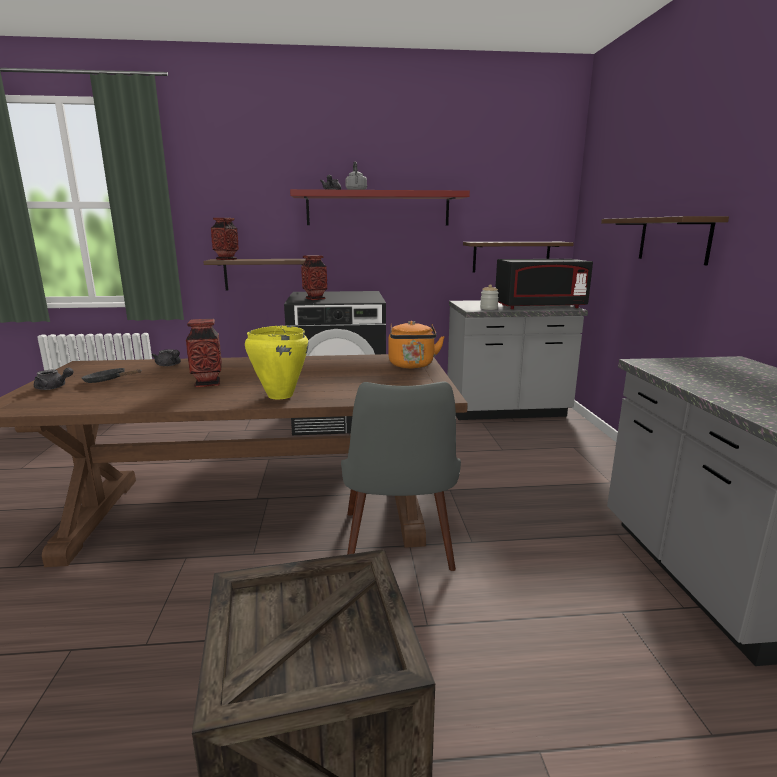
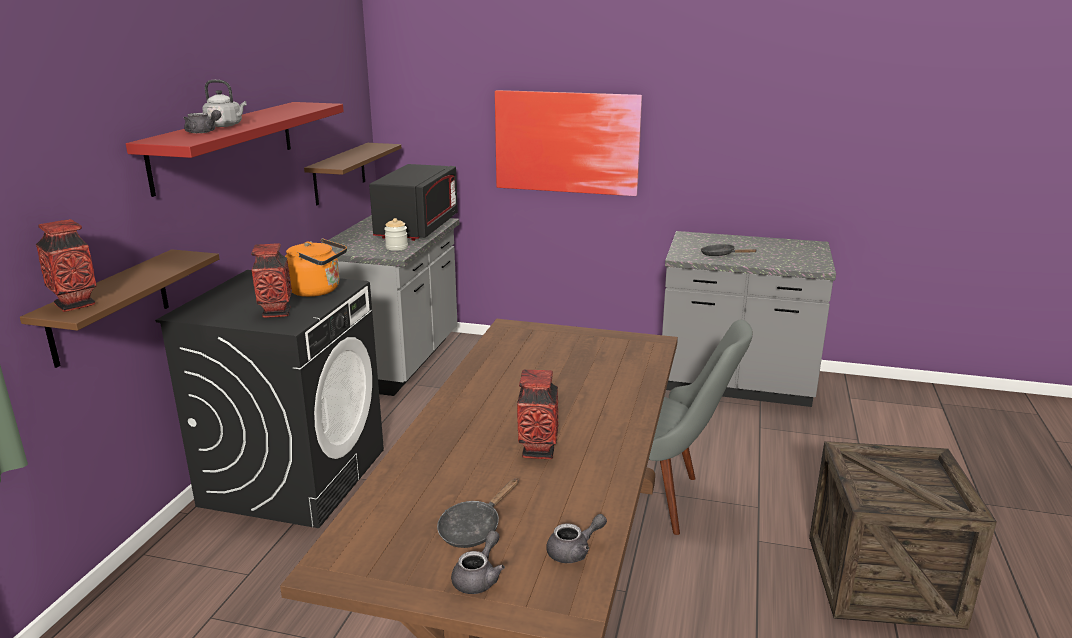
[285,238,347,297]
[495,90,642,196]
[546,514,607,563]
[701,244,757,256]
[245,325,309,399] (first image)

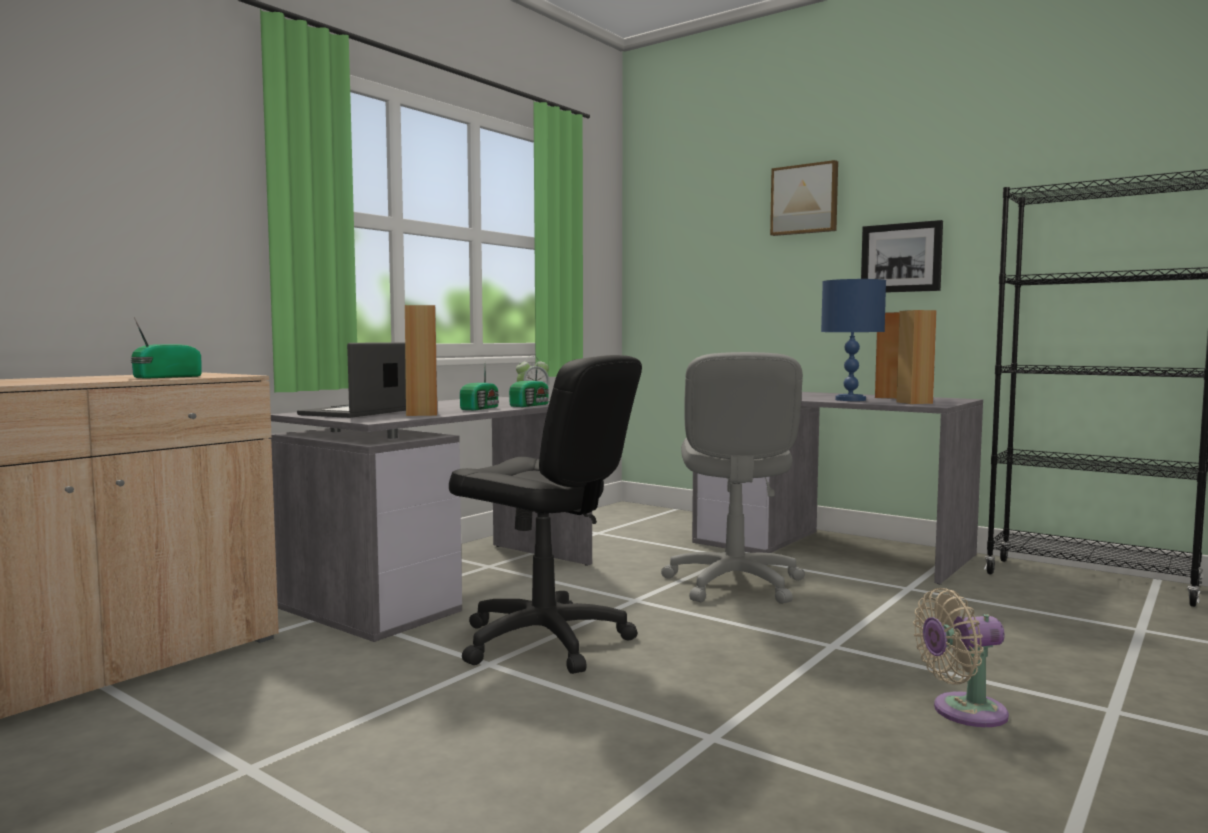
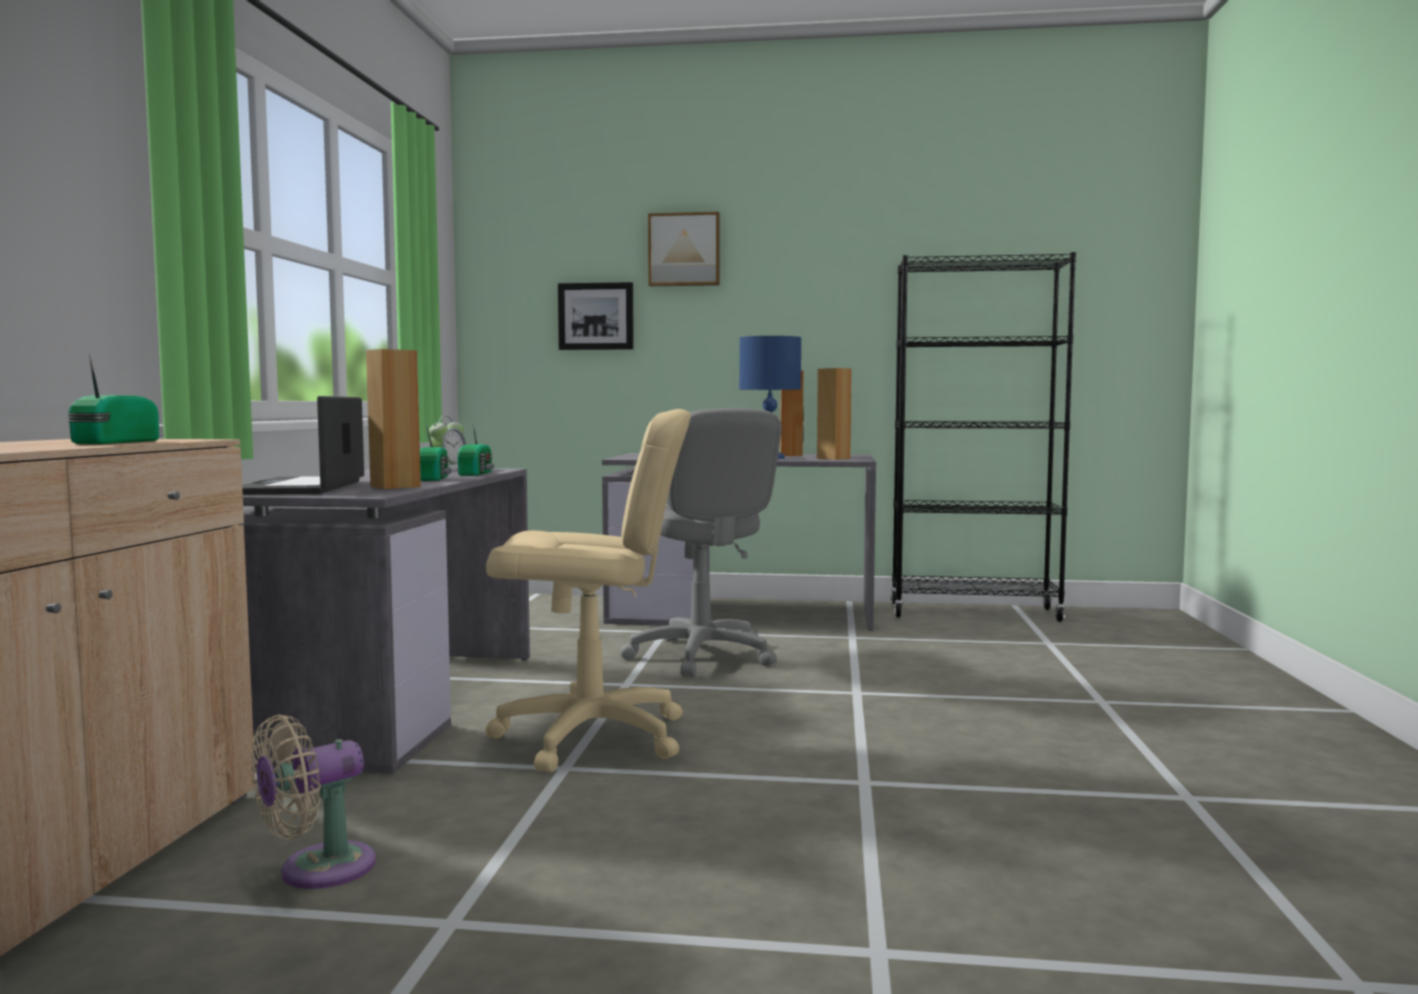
[251,715,376,889]
[485,409,691,772]
[558,282,634,350]

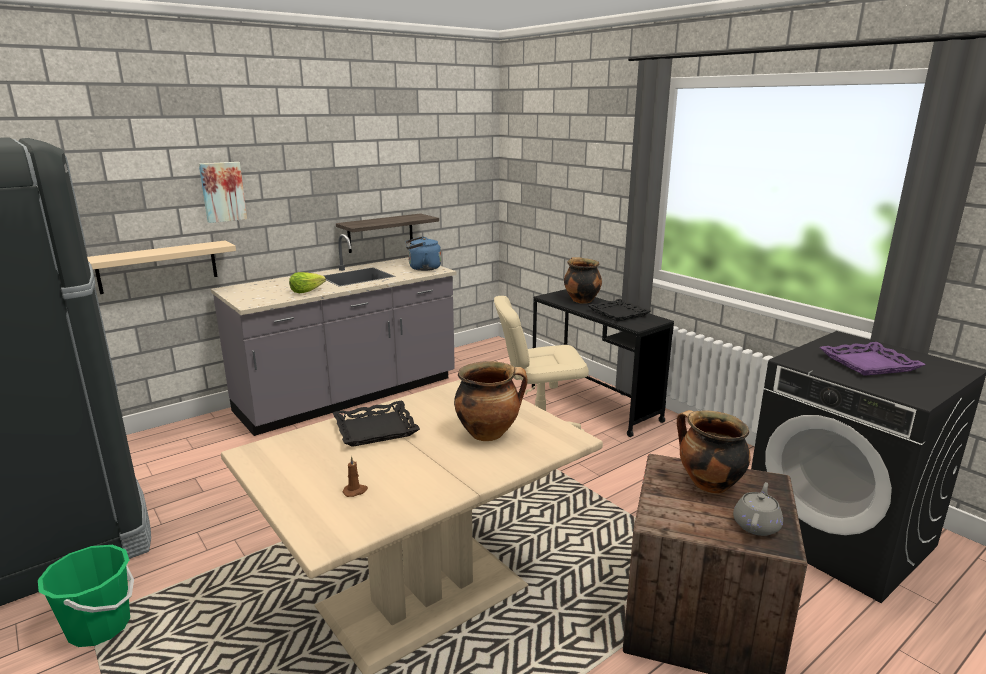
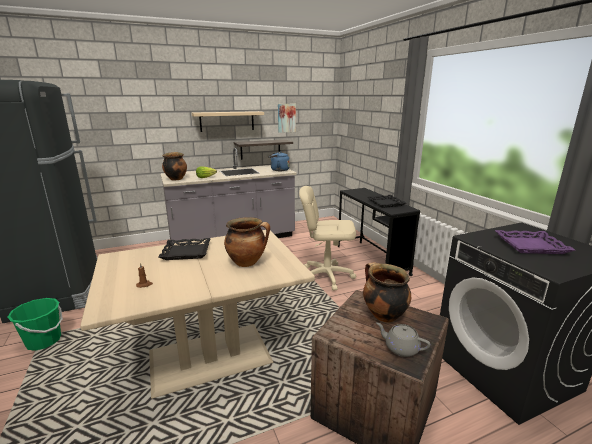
[162,152,187,181]
[192,111,264,132]
[278,104,296,133]
[376,322,430,357]

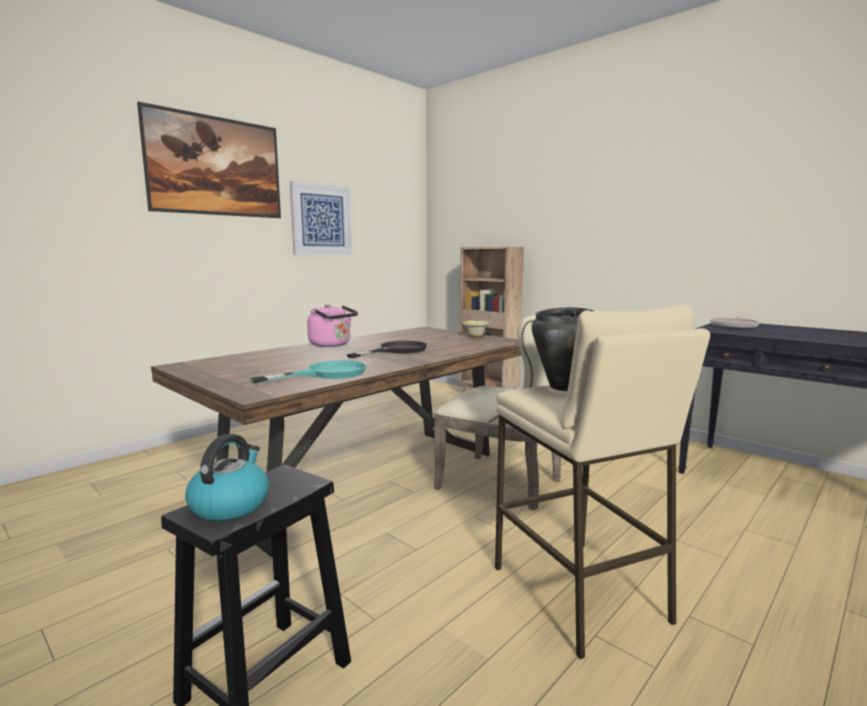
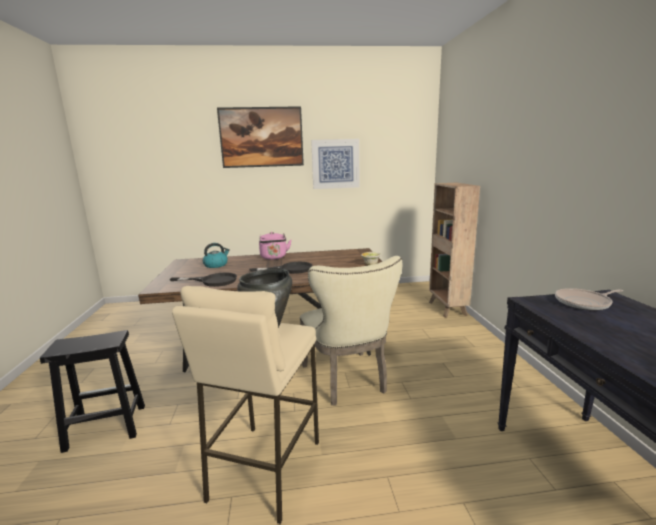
[170,273,237,287]
[203,243,230,268]

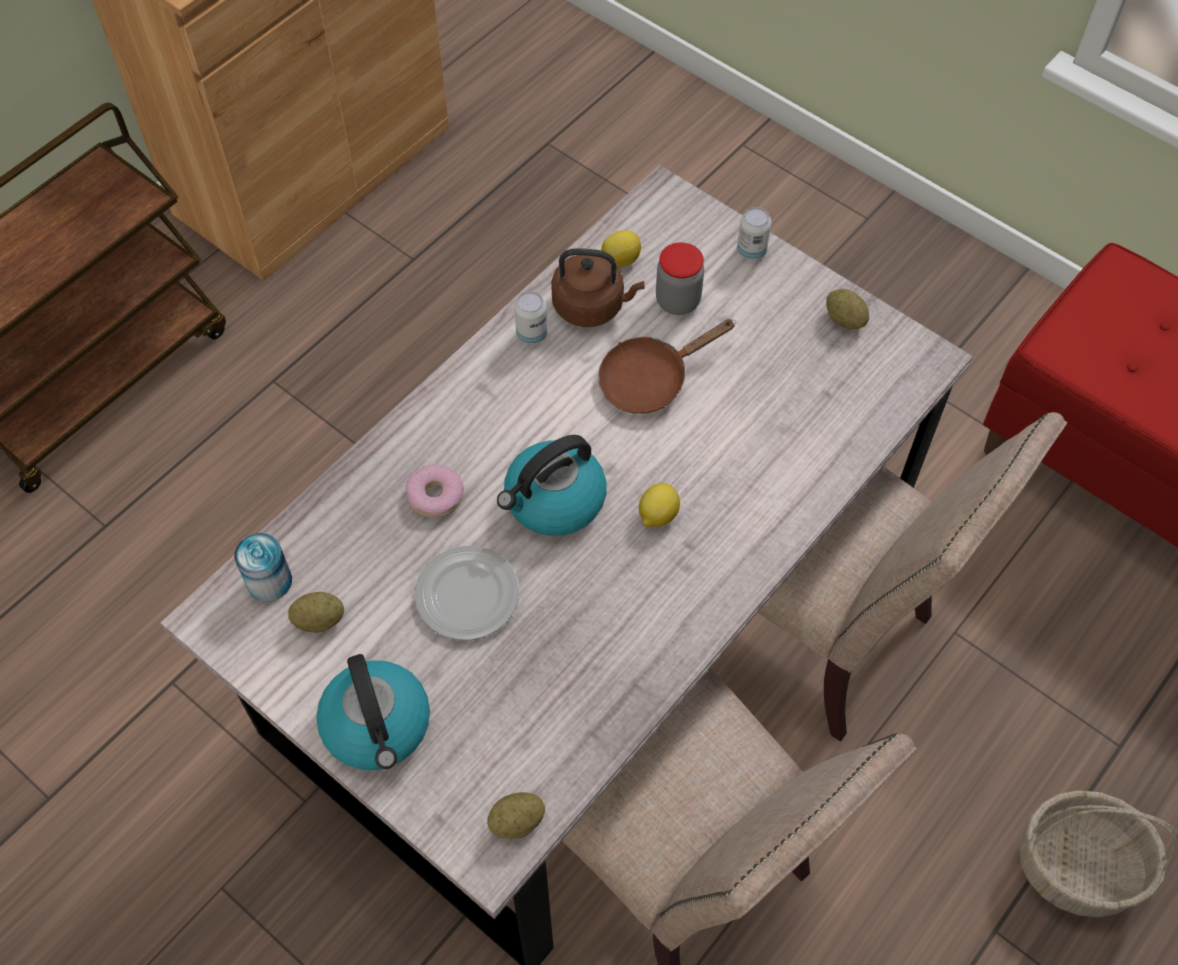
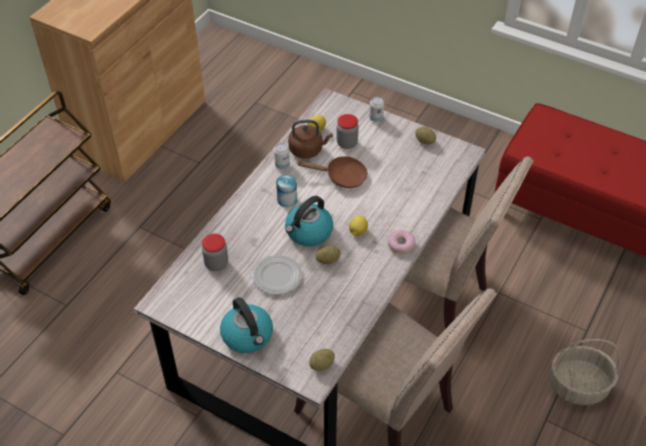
[202,234,228,271]
[276,174,297,207]
[298,156,368,188]
[316,245,341,264]
[388,230,415,254]

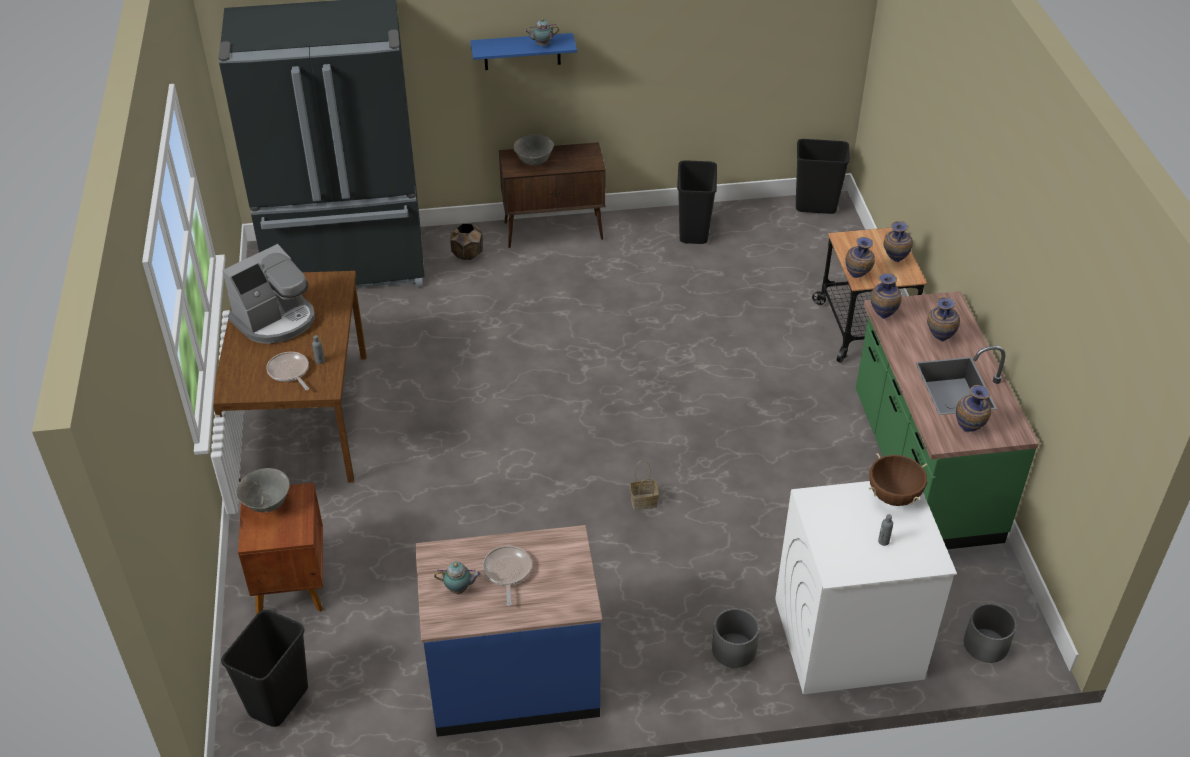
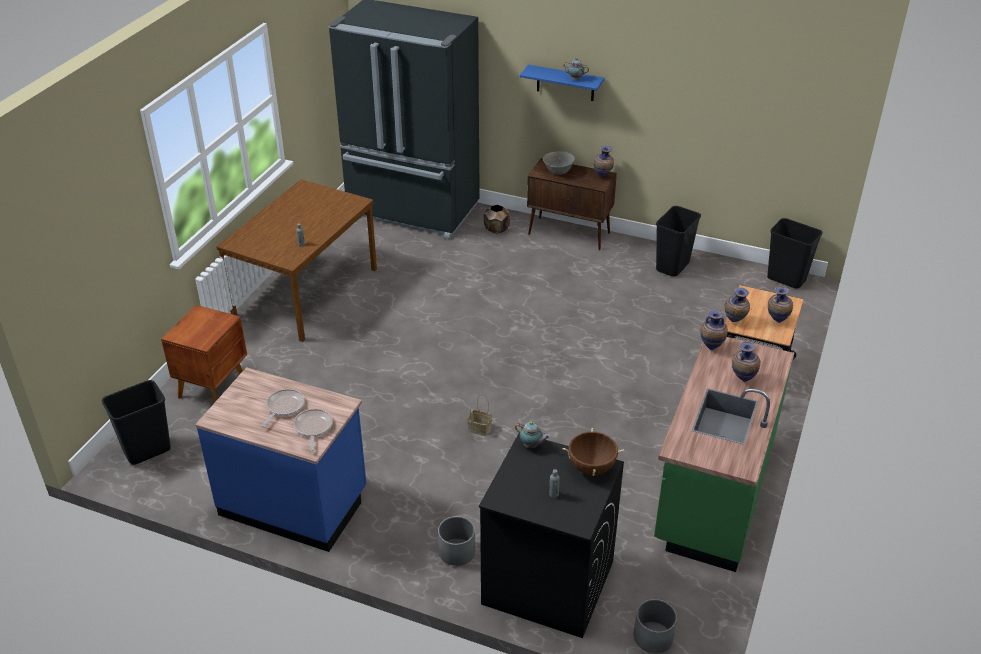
[294,409,333,451]
[479,433,624,638]
[515,421,549,448]
[593,145,614,177]
[222,244,315,344] (first image)
[236,468,290,512] (first image)

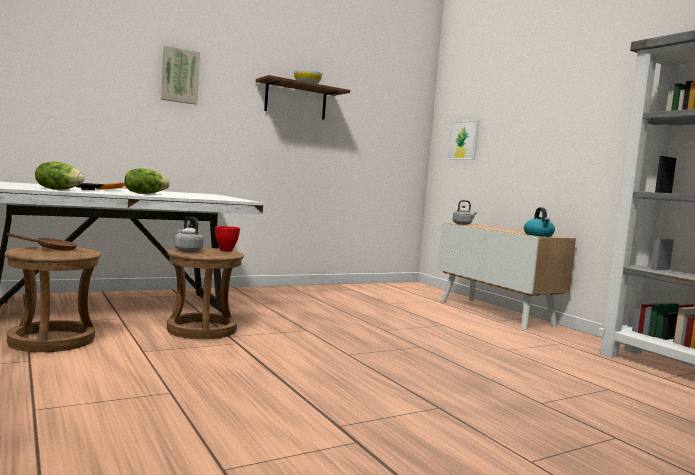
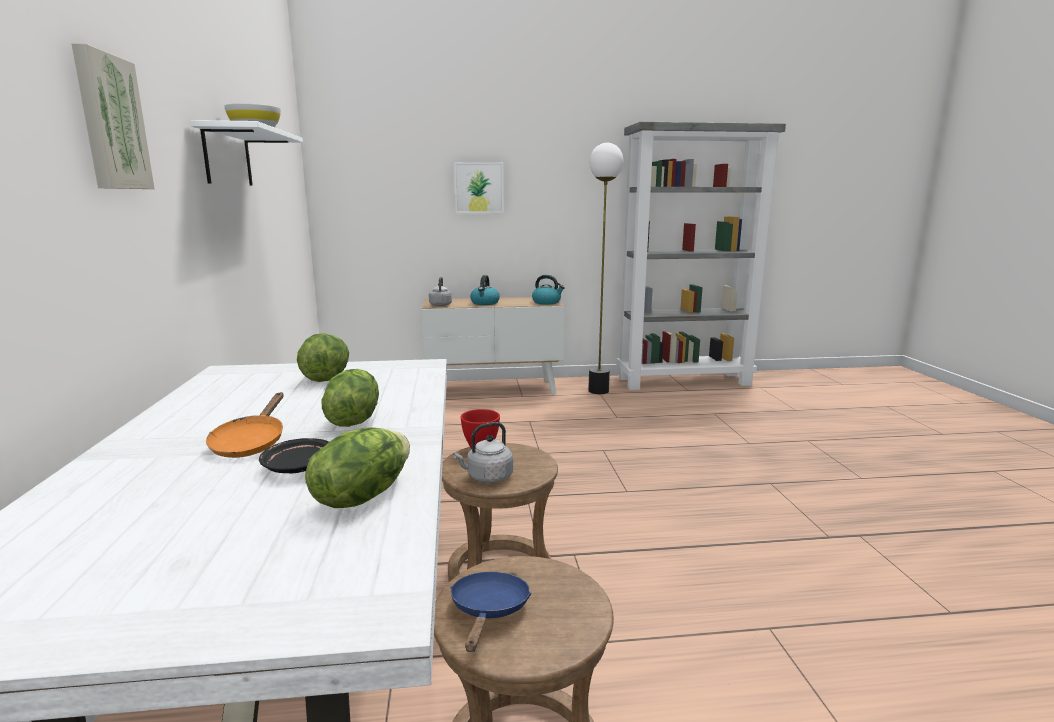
[190,120,303,186]
[297,333,349,382]
[451,572,531,652]
[454,163,504,213]
[470,275,500,305]
[588,143,624,394]

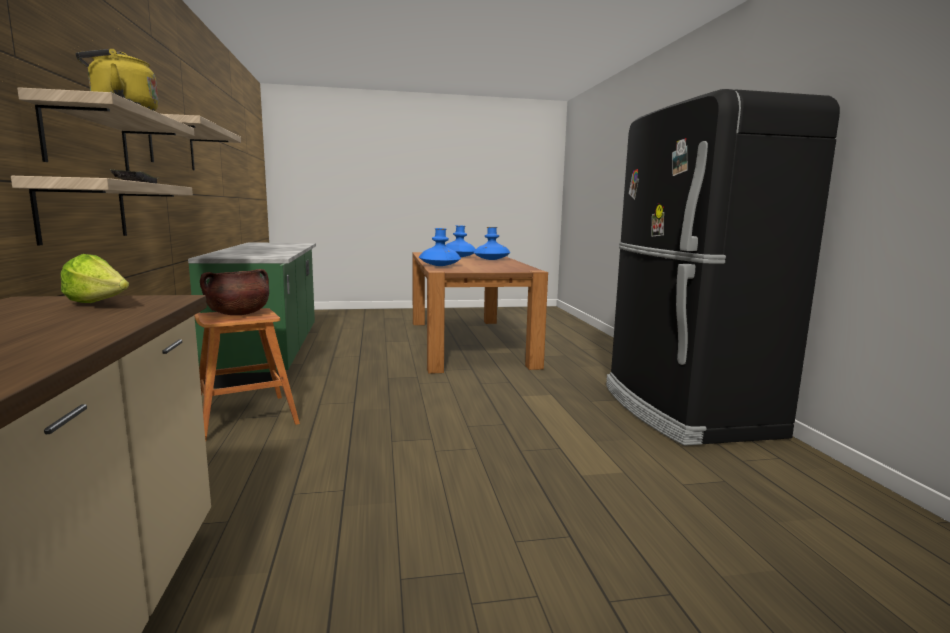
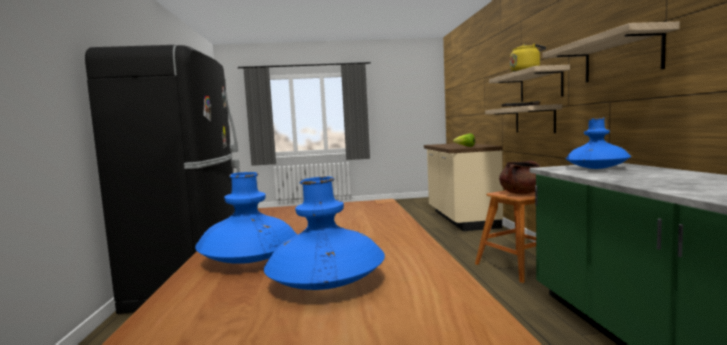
[566,118,631,169]

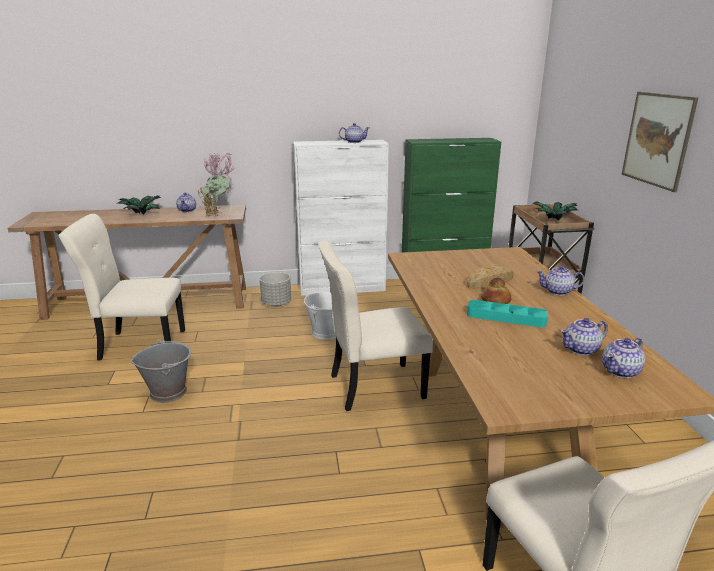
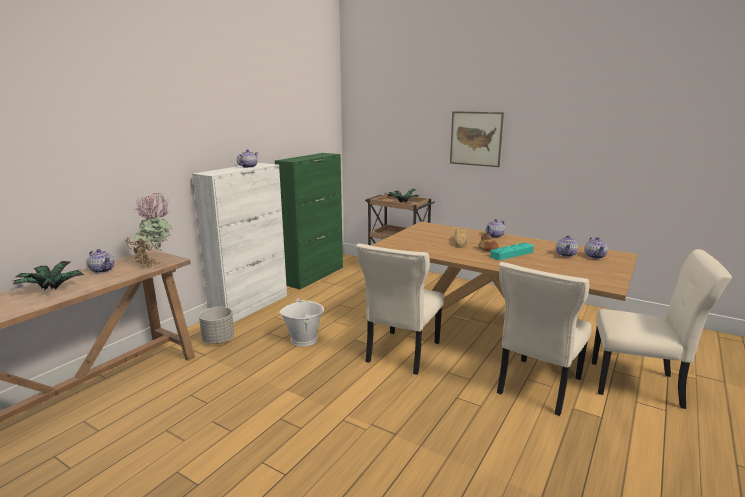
[497,262,592,416]
[131,339,192,403] (first image)

